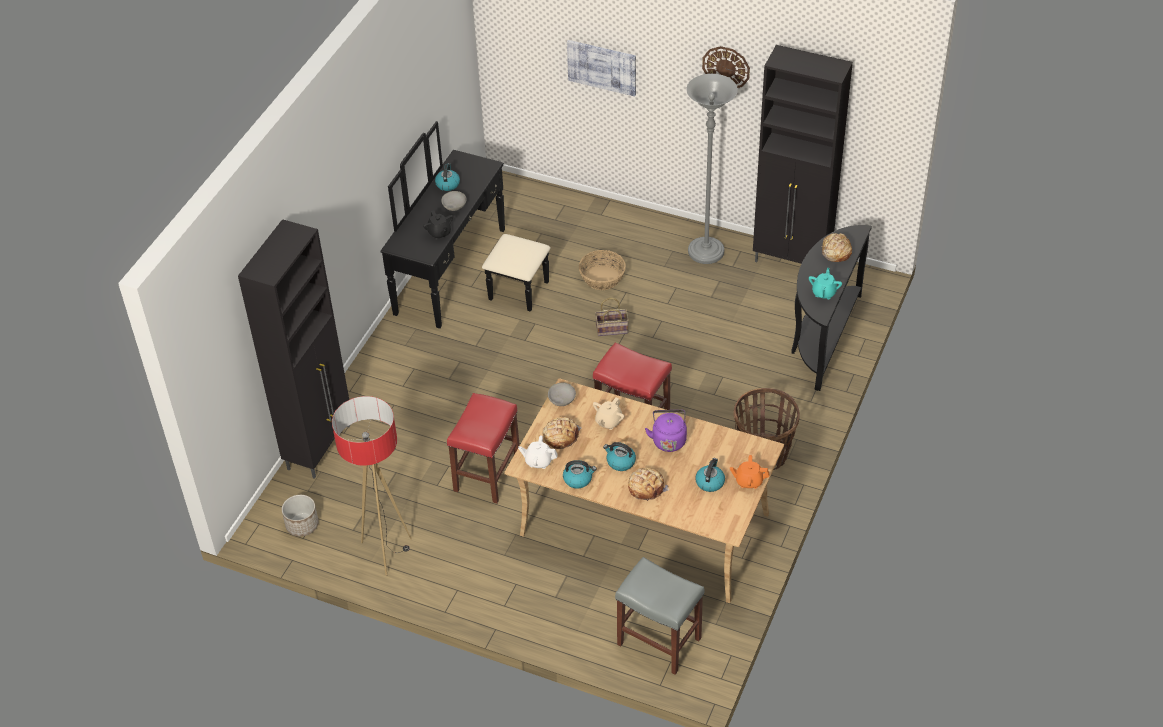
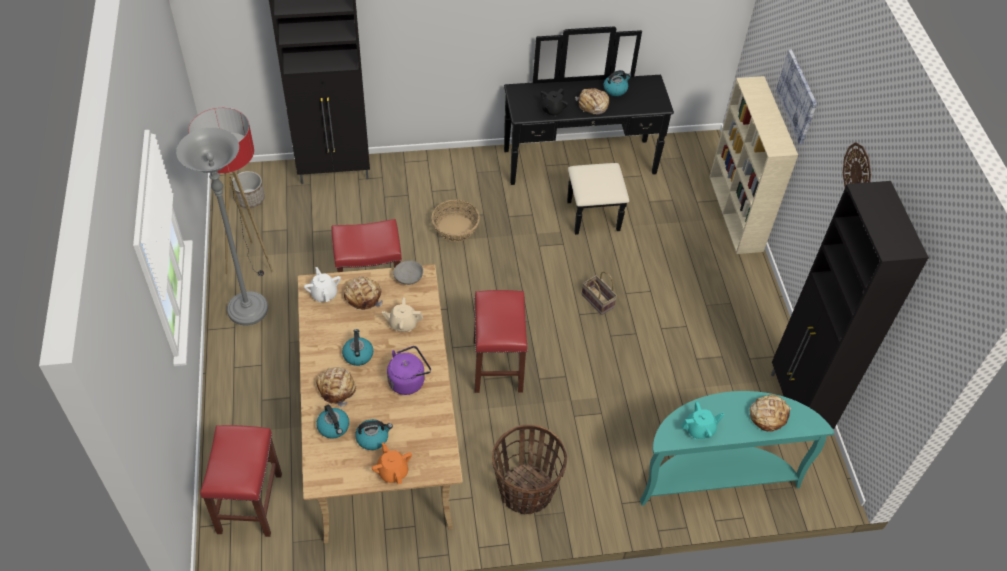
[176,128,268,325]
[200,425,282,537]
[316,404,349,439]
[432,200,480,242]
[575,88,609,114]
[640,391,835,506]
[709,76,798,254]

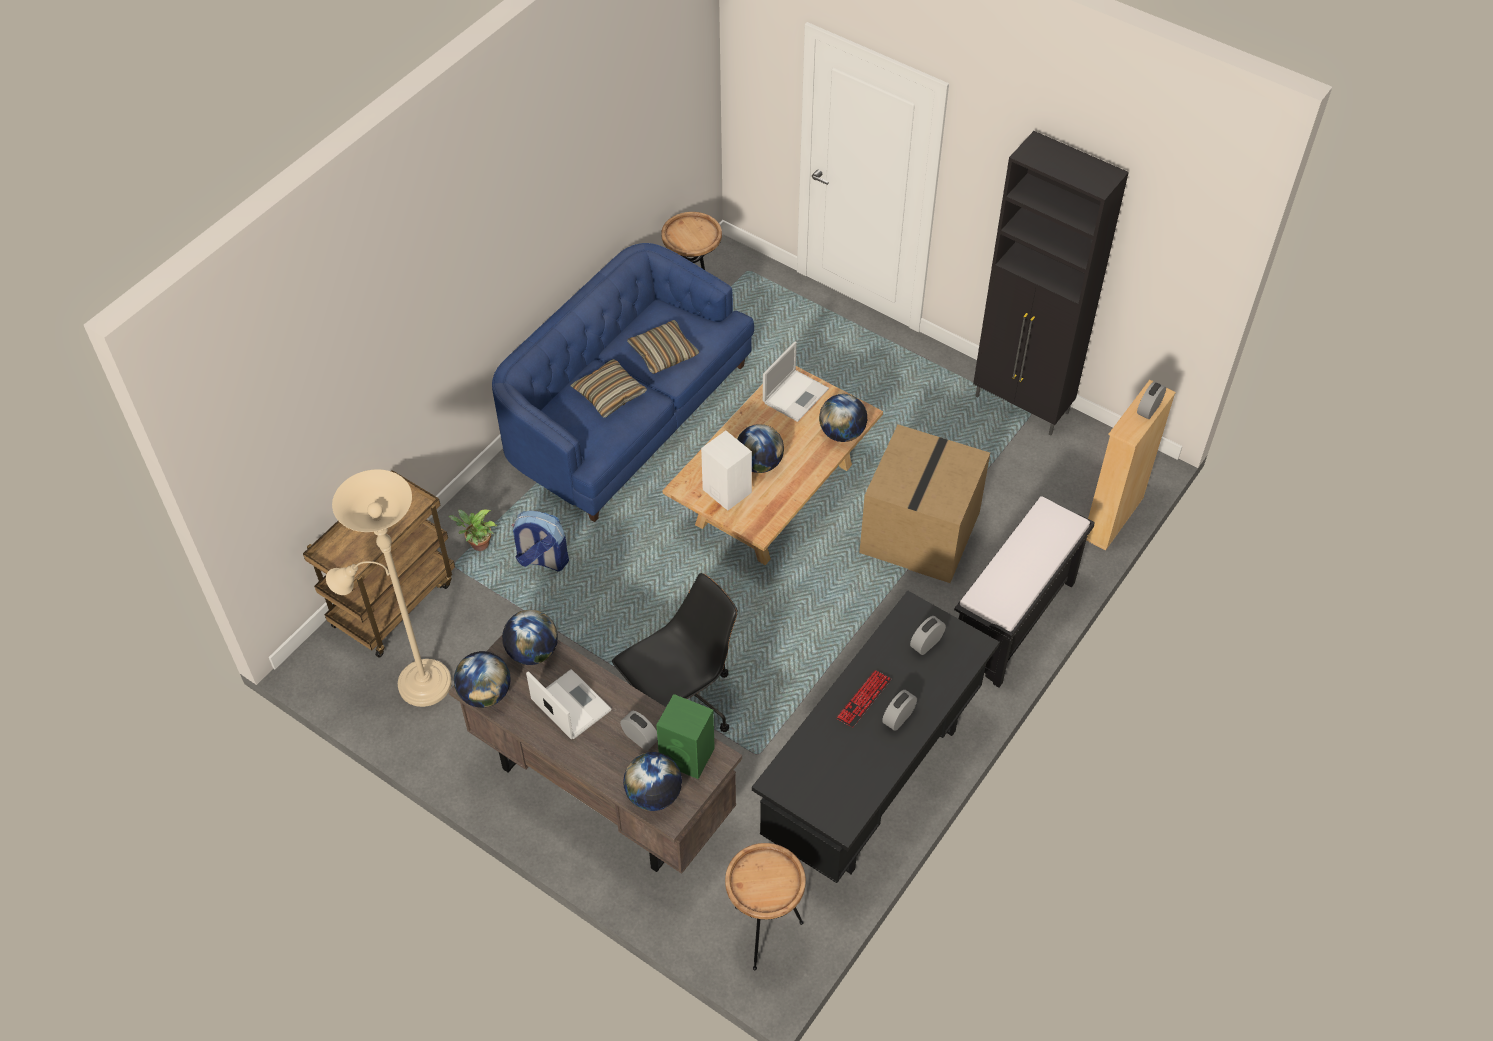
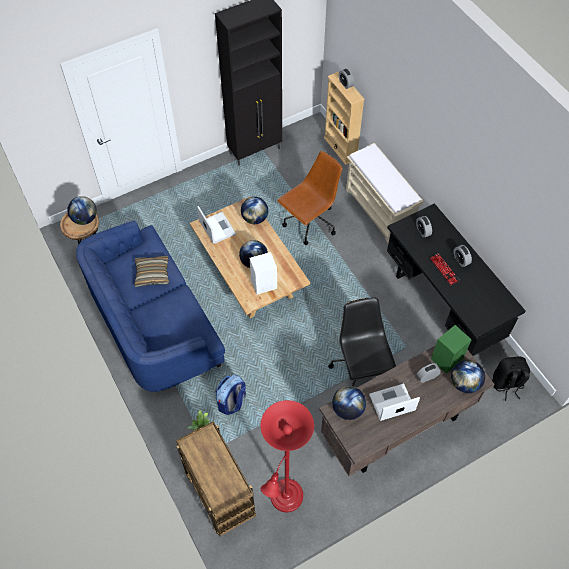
[67,196,97,225]
[260,400,314,512]
[277,151,343,245]
[346,143,423,243]
[492,356,530,401]
[571,359,647,418] (first image)

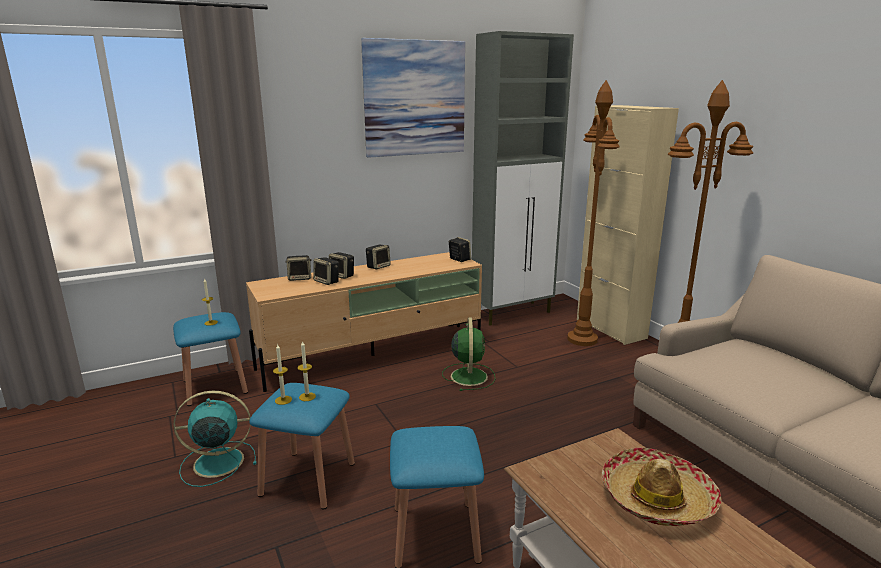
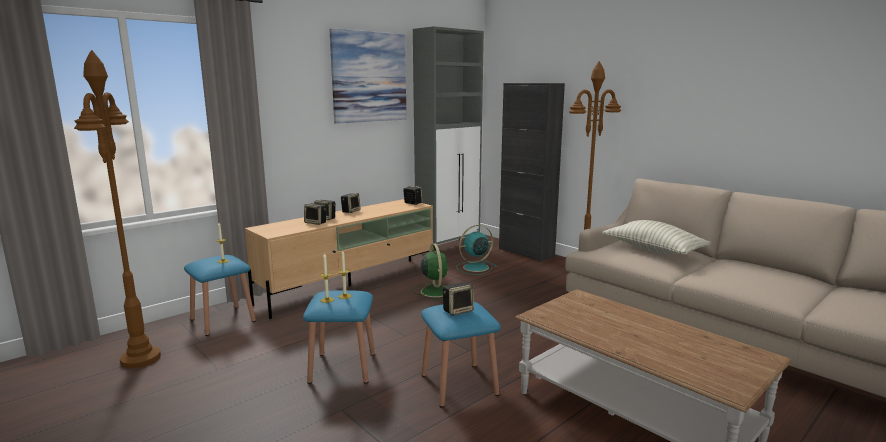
[74,50,161,368]
[443,282,474,316]
[456,225,497,275]
[499,83,565,261]
[602,220,711,255]
[602,447,722,526] (first image)

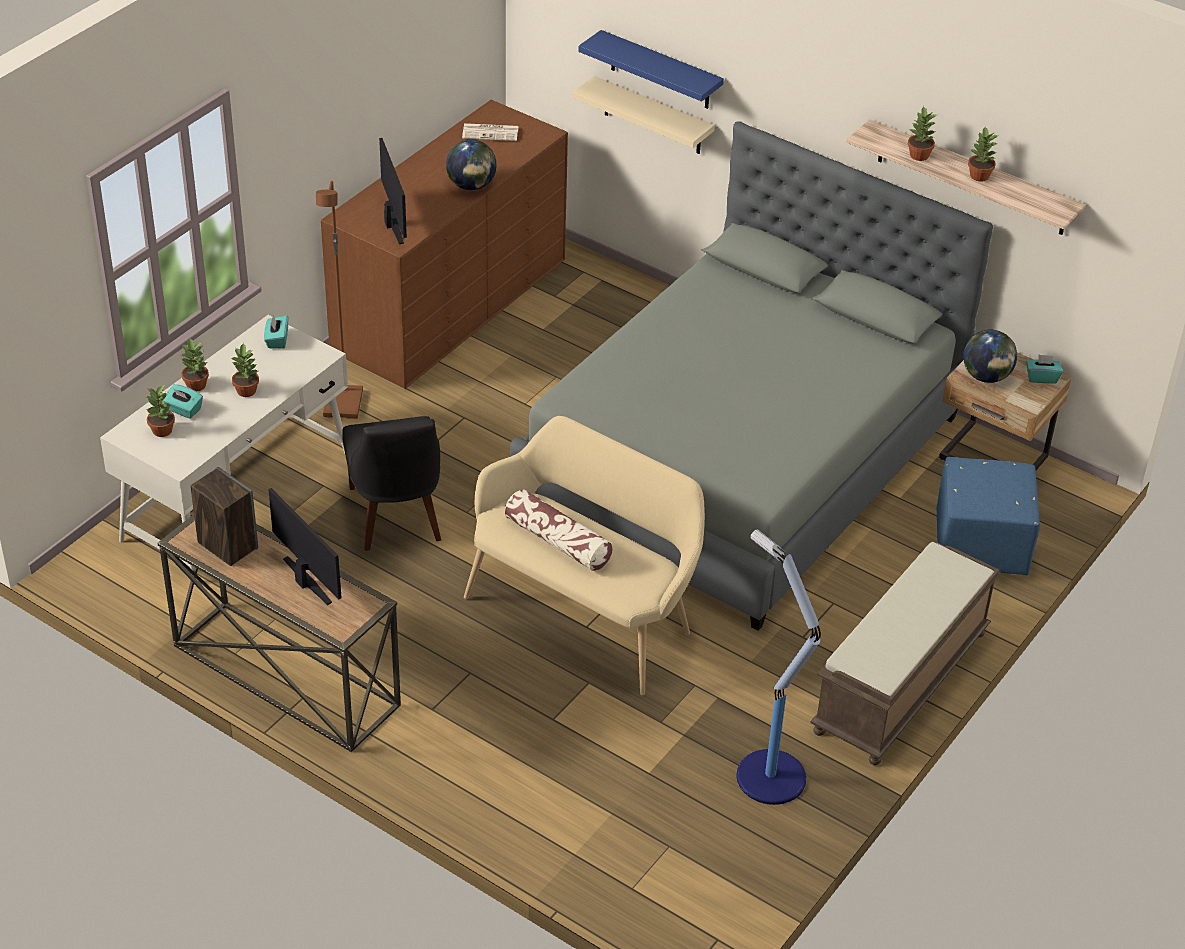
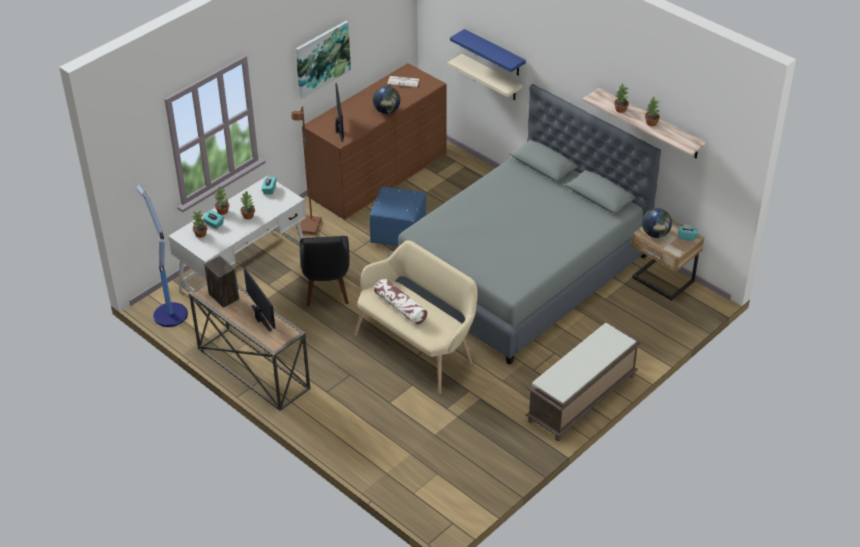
[136,185,188,327]
[296,21,351,99]
[369,186,426,246]

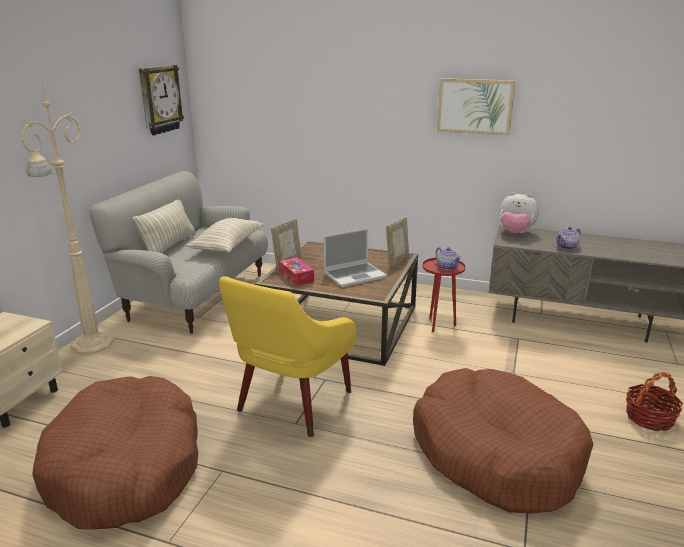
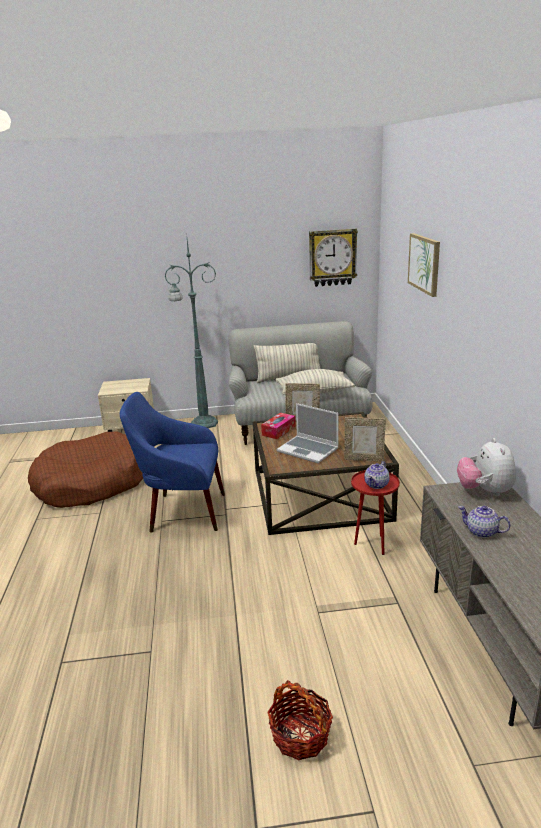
[120,392,225,533]
[165,240,218,428]
[408,233,440,297]
[413,368,593,514] (first image)

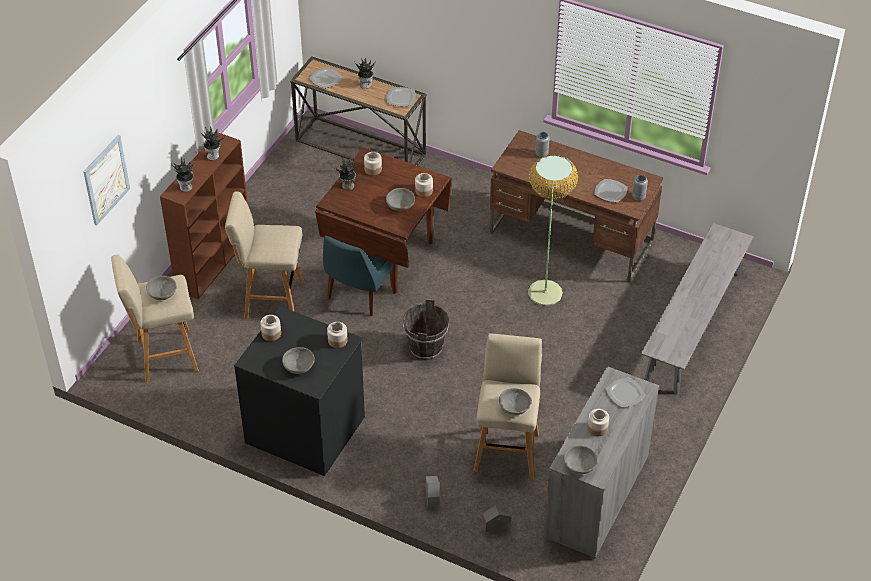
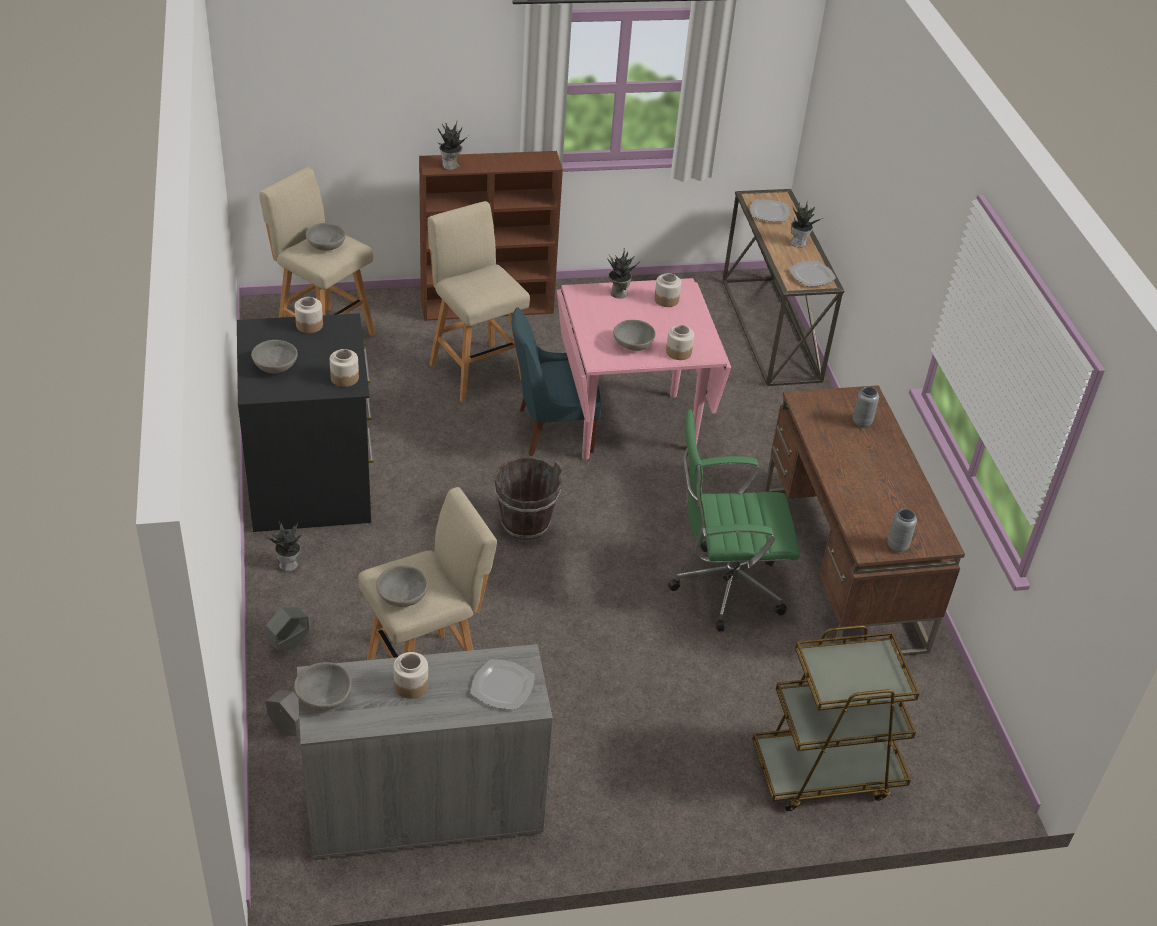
[265,521,302,571]
[557,278,731,460]
[668,410,800,632]
[752,625,920,811]
[83,135,130,226] (first image)
[594,179,628,202] (first image)

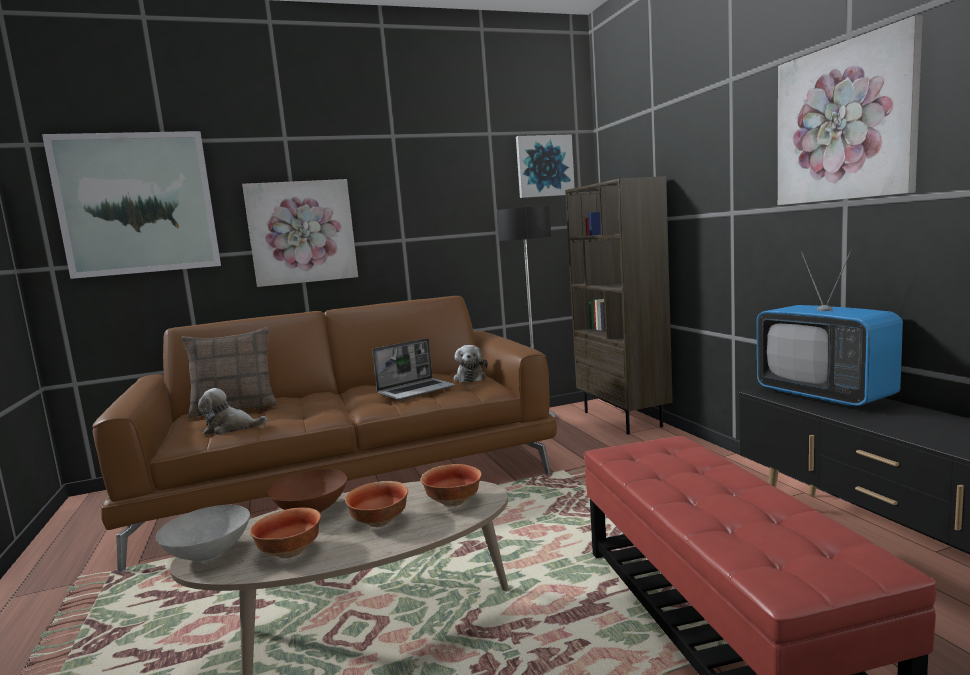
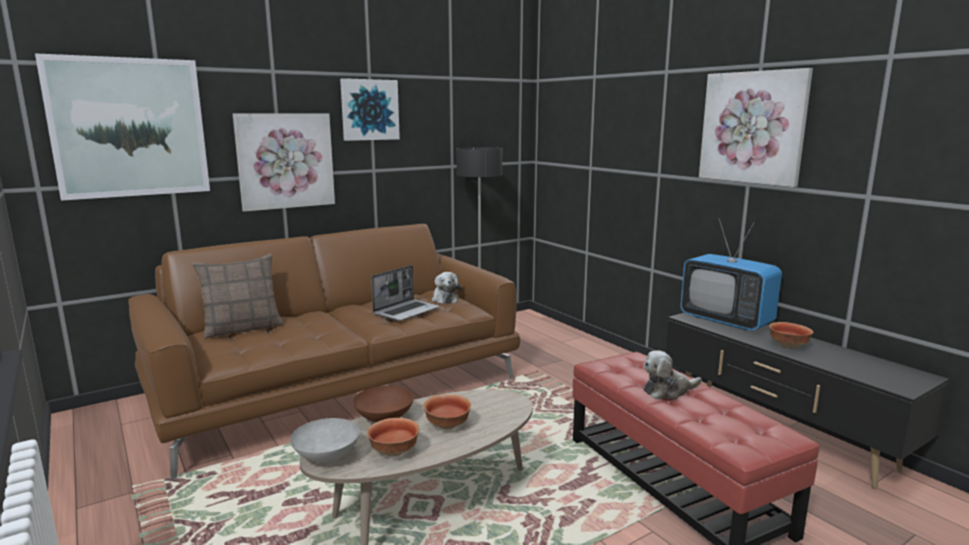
[340,78,400,141]
[643,351,702,400]
[769,322,813,348]
[565,176,673,434] (first image)

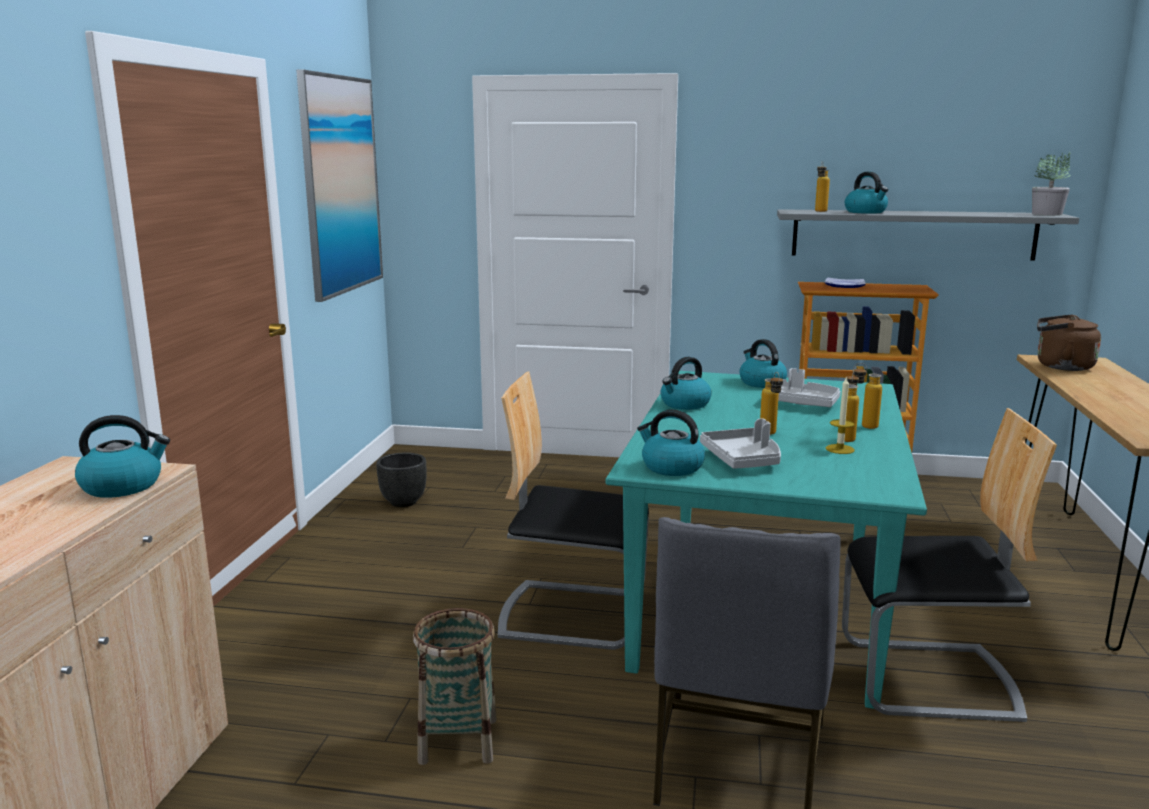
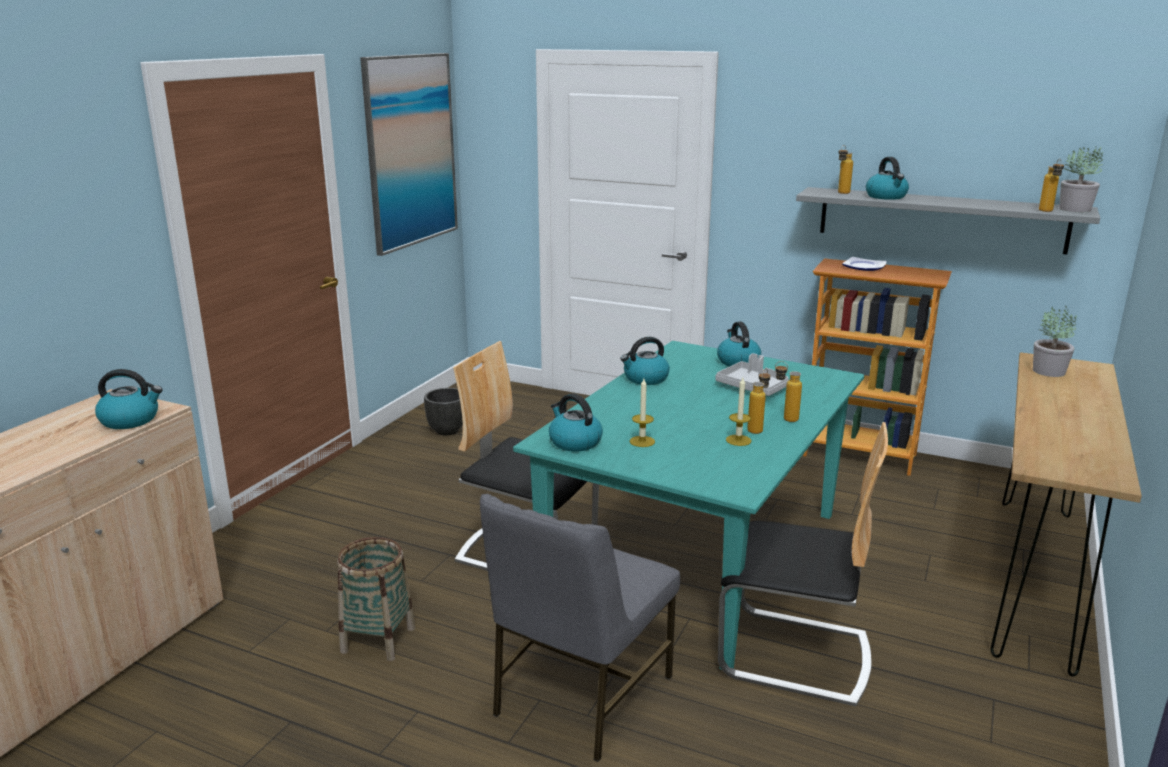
[630,379,655,447]
[1033,306,1077,377]
[1039,159,1064,212]

